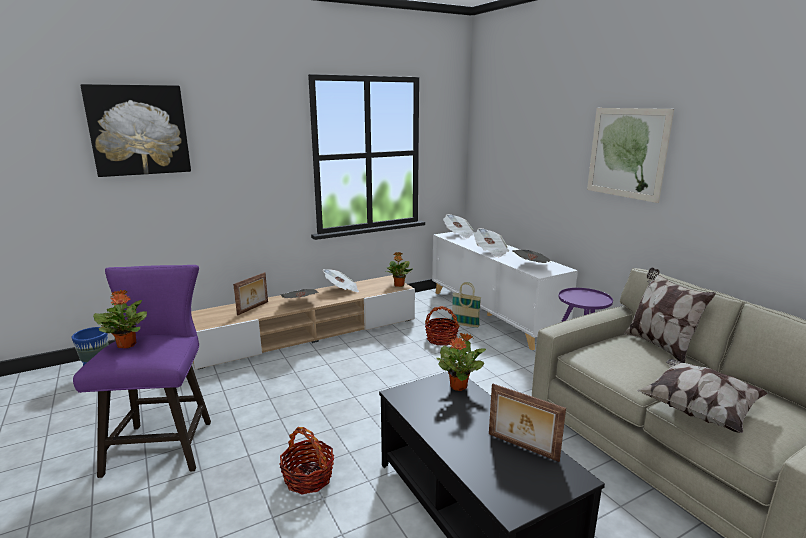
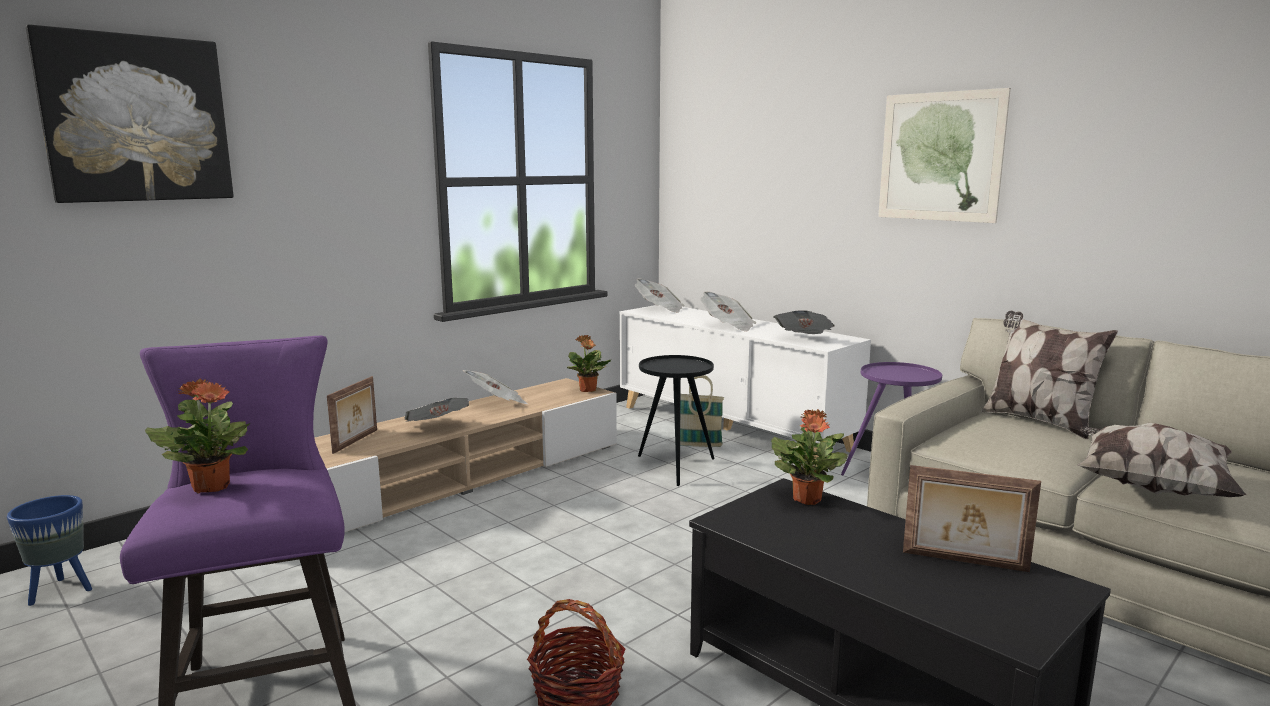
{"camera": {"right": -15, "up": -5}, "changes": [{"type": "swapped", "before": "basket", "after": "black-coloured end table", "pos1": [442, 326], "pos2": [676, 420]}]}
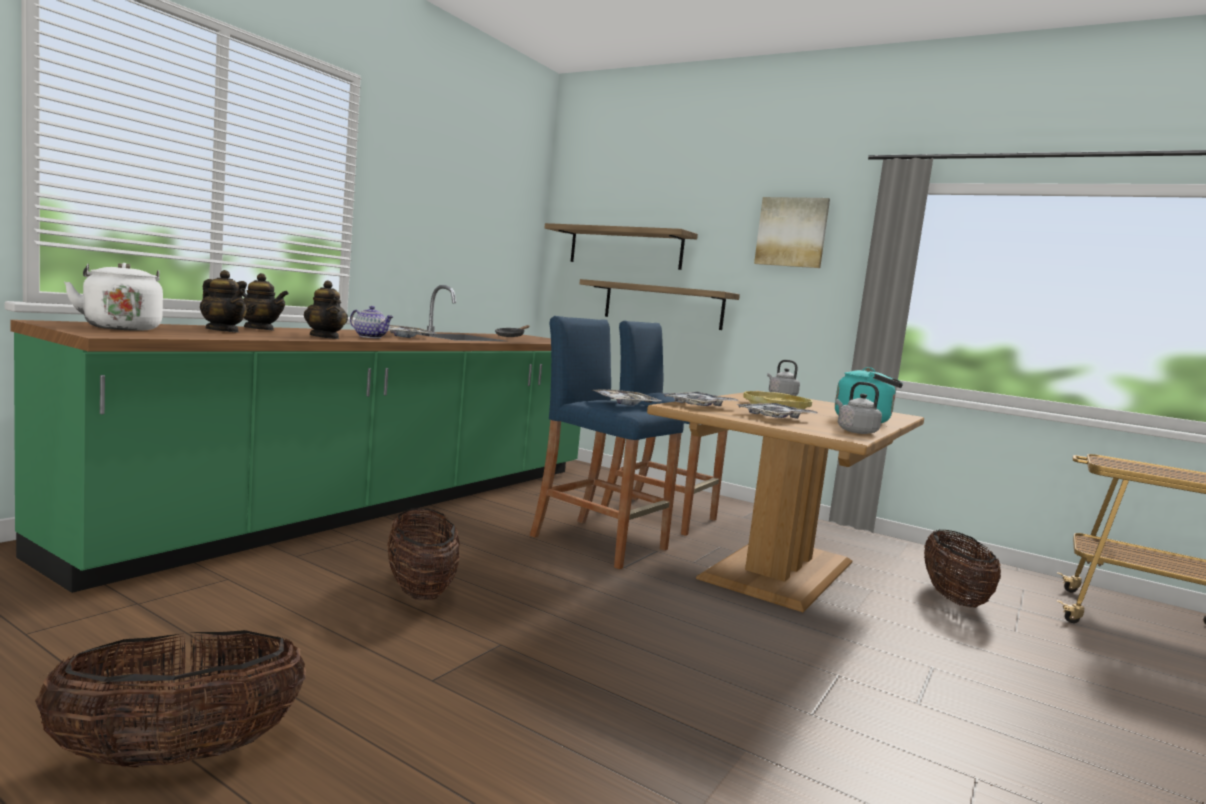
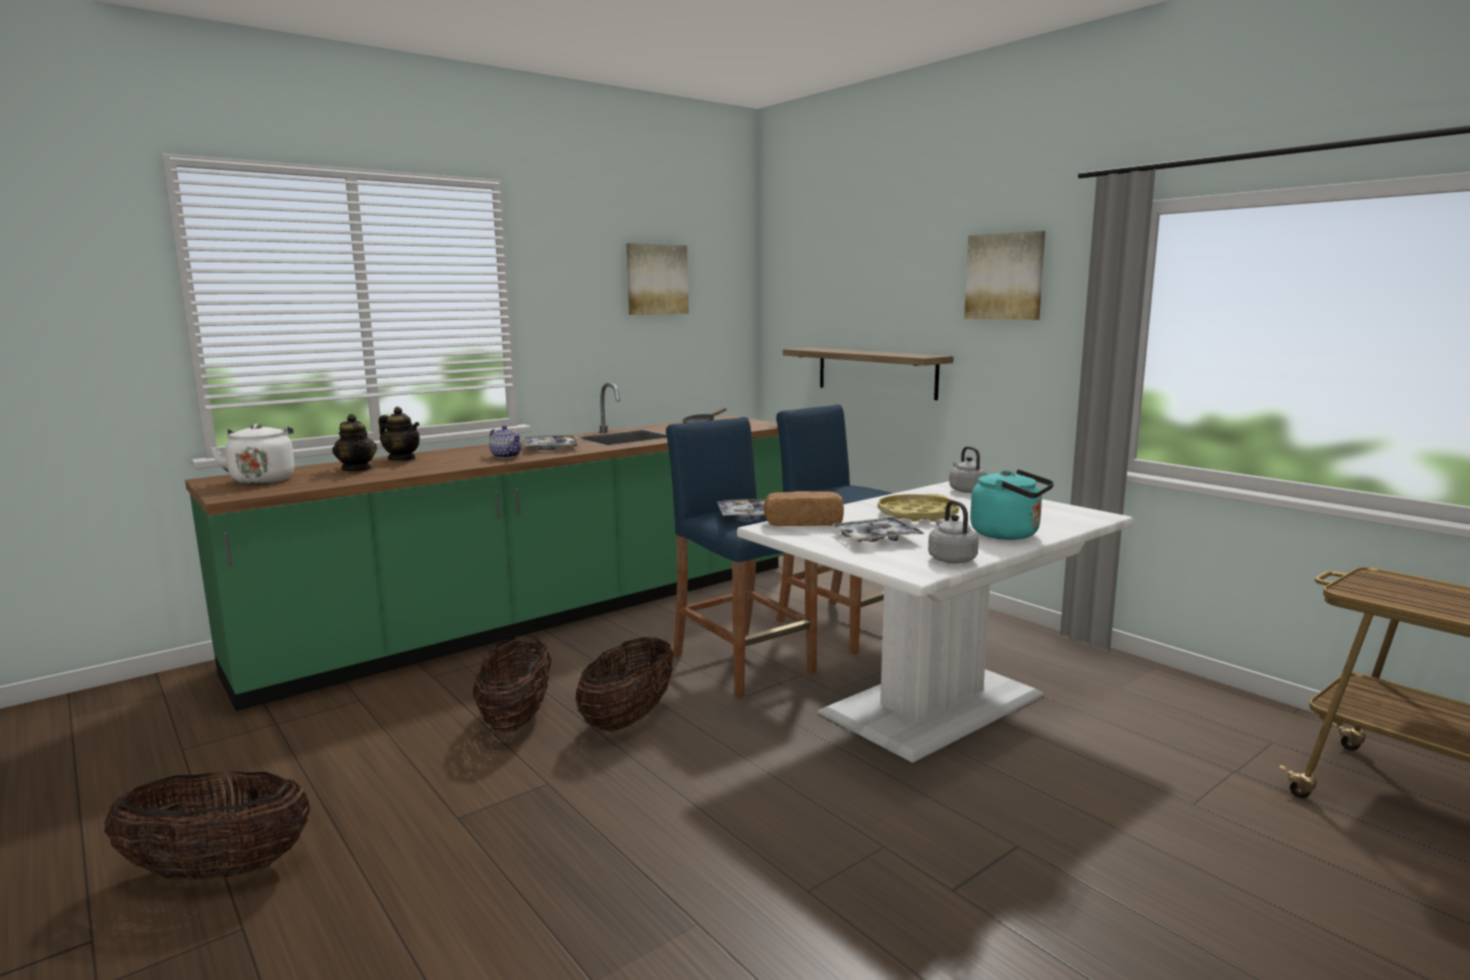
{"camera": {"right": 20, "up": 5}, "changes": [{"type": "gone", "before": "pot for tea", "pos1": [326, 309]}, {"type": "gone", "before": "shelf", "pos1": [621, 246]}, {"type": "repainted", "before": "brown-coloured dining table", "after": "white dining table", "pos1": [785, 501], "pos2": [935, 622]}, {"type": "swapped", "before": "carrying tray", "after": "bakery bread", "pos1": [701, 399], "pos2": [804, 508]}, {"type": "shifted", "before": "basket", "pos1": [962, 569], "pos2": [624, 684]}, {"type": "new", "after": "wall picture", "pos2": [657, 279]}]}
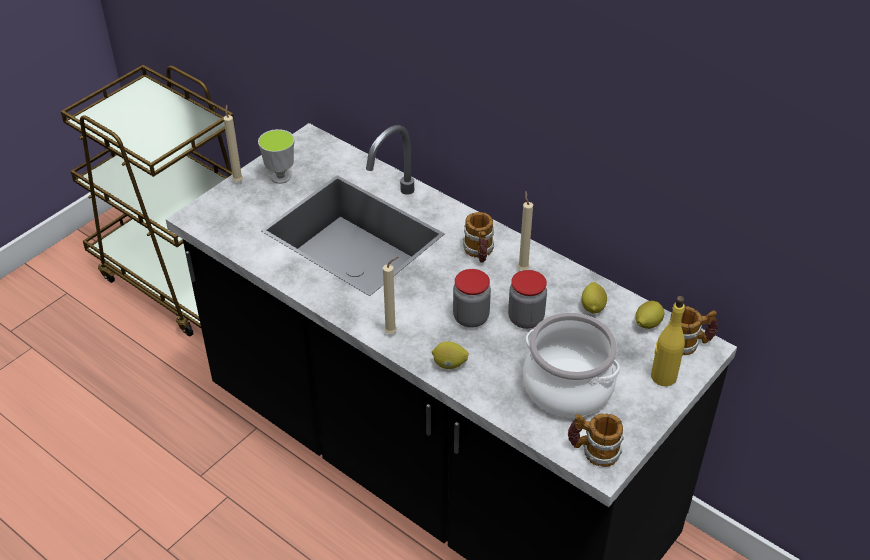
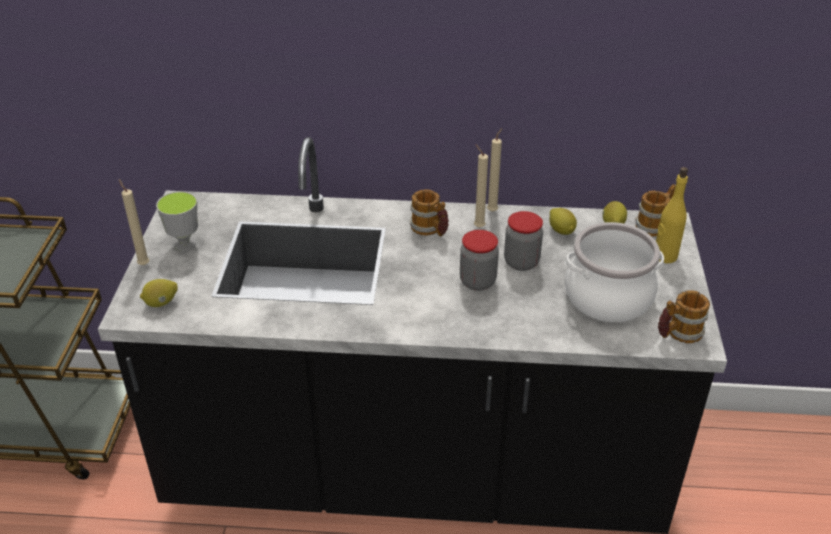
{"camera": {"right": -35, "up": -5}, "changes": [{"type": "shifted", "before": "beige wax candle", "pos1": [390, 295], "pos2": [494, 170]}, {"type": "shifted", "before": "lemon", "pos1": [450, 355], "pos2": [159, 293]}]}
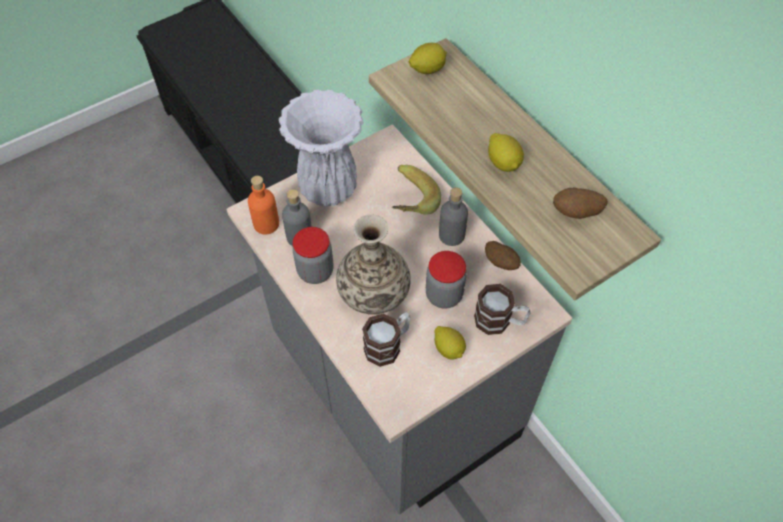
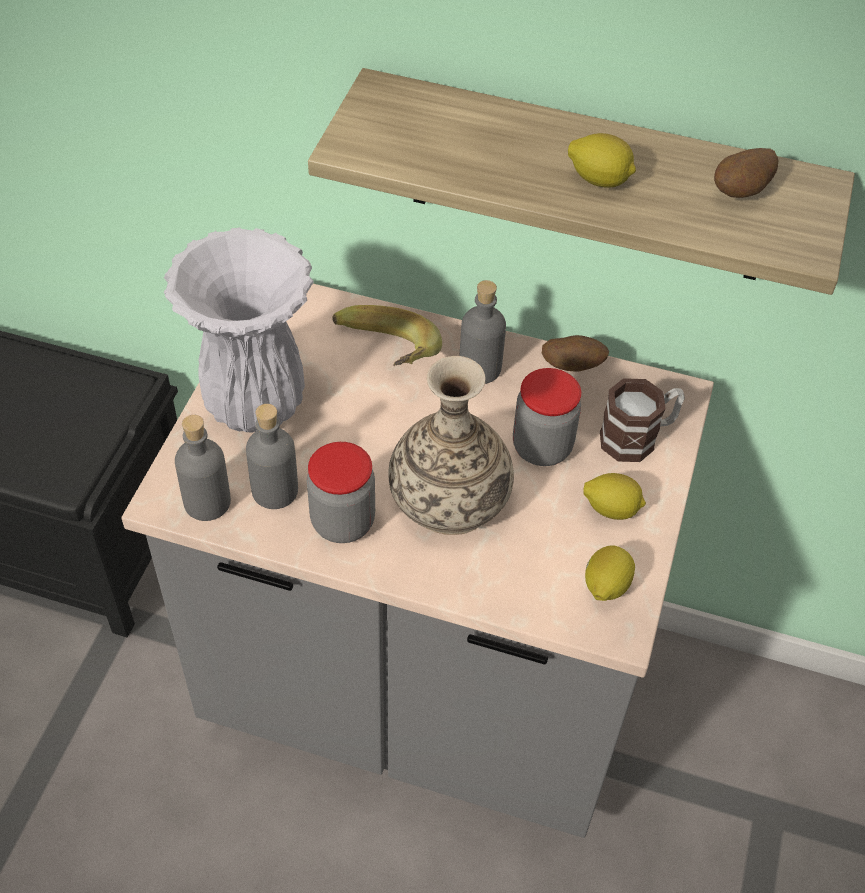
{"camera": {"right": -40, "up": -5}, "changes": [{"type": "repainted", "before": "orangey beverage bottle", "after": "gray beverage bottle", "pos1": [263, 205], "pos2": [203, 468]}, {"type": "gone", "before": "mug", "pos1": [386, 339]}, {"type": "shifted", "before": "lemon", "pos1": [428, 58], "pos2": [610, 573]}]}
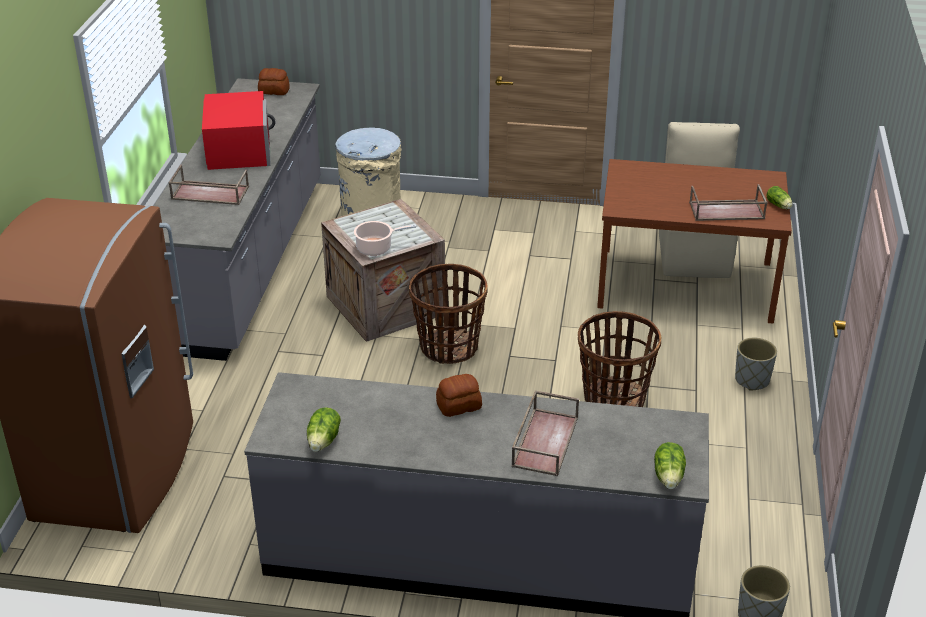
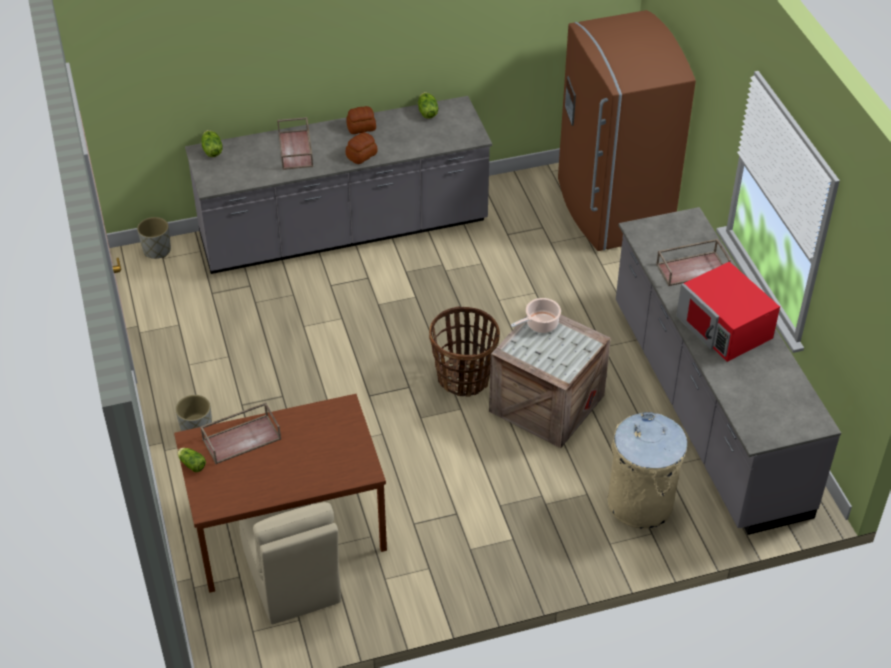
{"camera": {"right": 155, "up": 10}, "changes": [{"type": "shifted", "before": "bakery bread", "pos1": [274, 81], "pos2": [361, 120]}, {"type": "gone", "before": "basket", "pos1": [619, 359]}]}
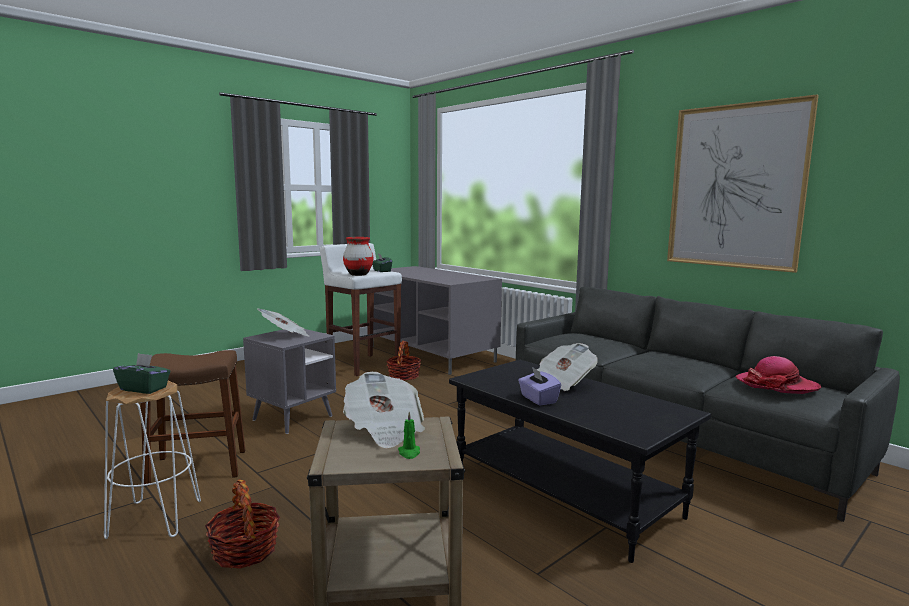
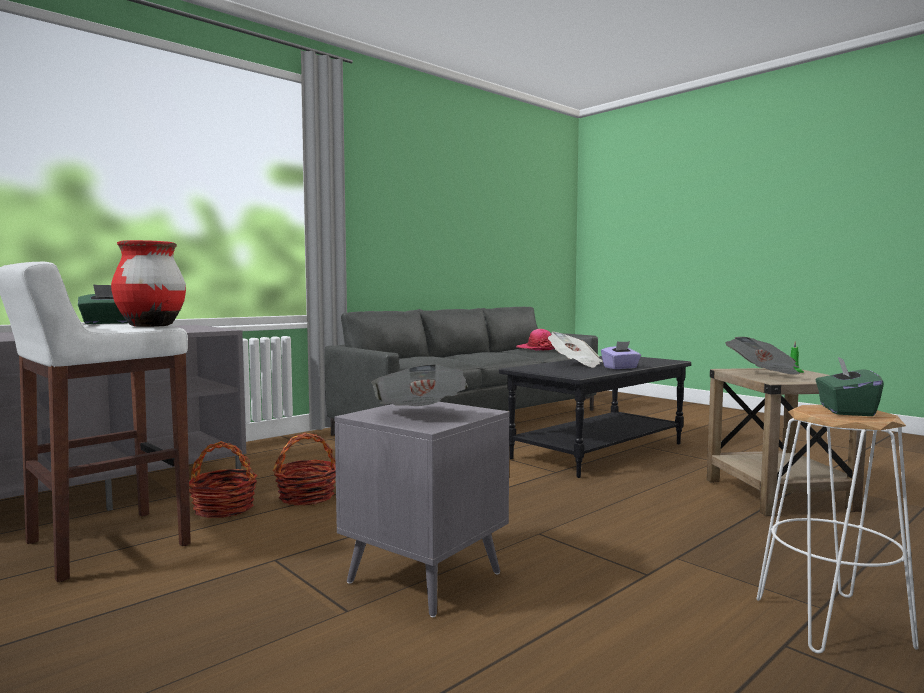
{"camera": {"right": -90, "up": -5}, "changes": [{"type": "gone", "before": "brown-coloured stool seat", "pos1": [193, 418]}, {"type": "shifted", "before": "basket", "pos1": [242, 523], "pos2": [304, 469]}, {"type": "gone", "before": "wall picture", "pos1": [743, 184]}]}
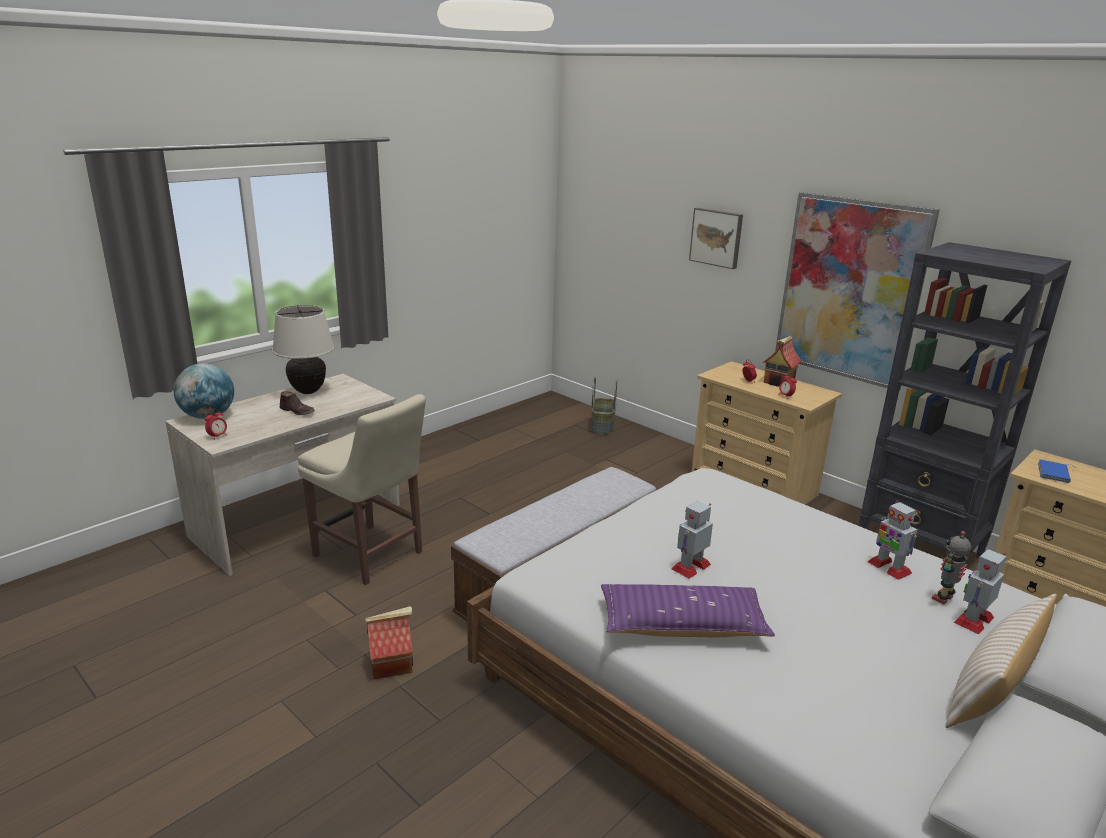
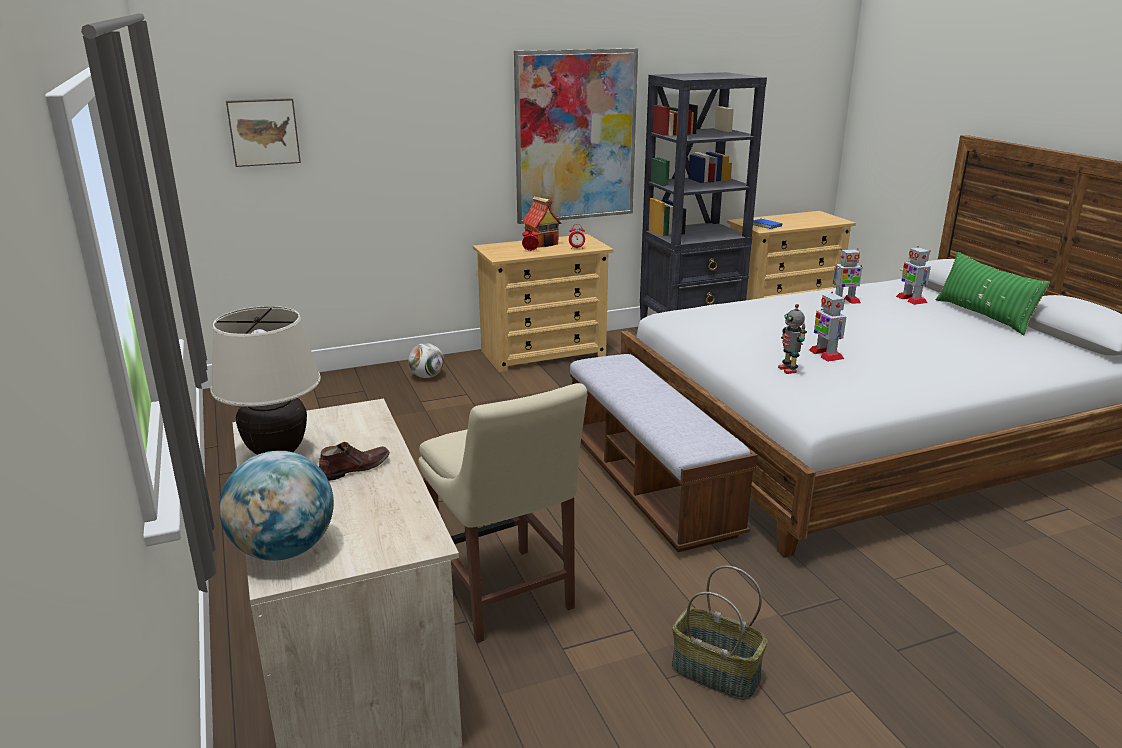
{"camera": {"right": -65, "up": 0}, "changes": [{"type": "gone", "before": "bedside clock", "pos1": [216, 424]}, {"type": "rotated", "before": "beige plain chair", "pos1": [362, 489], "pos2": [502, 513], "turn": 90}, {"type": "gone", "before": "toy house", "pos1": [388, 642]}, {"type": "shifted", "before": "basket", "pos1": [604, 406], "pos2": [720, 633]}, {"type": "gone", "before": "purple cushion", "pos1": [688, 610]}, {"type": "shifted", "before": "wall picture", "pos1": [716, 238], "pos2": [263, 132]}, {"type": "shifted", "before": "toy robot", "pos1": [951, 567], "pos2": [792, 339]}, {"type": "repainted", "before": "beige cushion", "after": "greenish cushion", "pos1": [1001, 661], "pos2": [993, 293]}, {"type": "new", "after": "ball for football", "pos2": [426, 360]}]}
